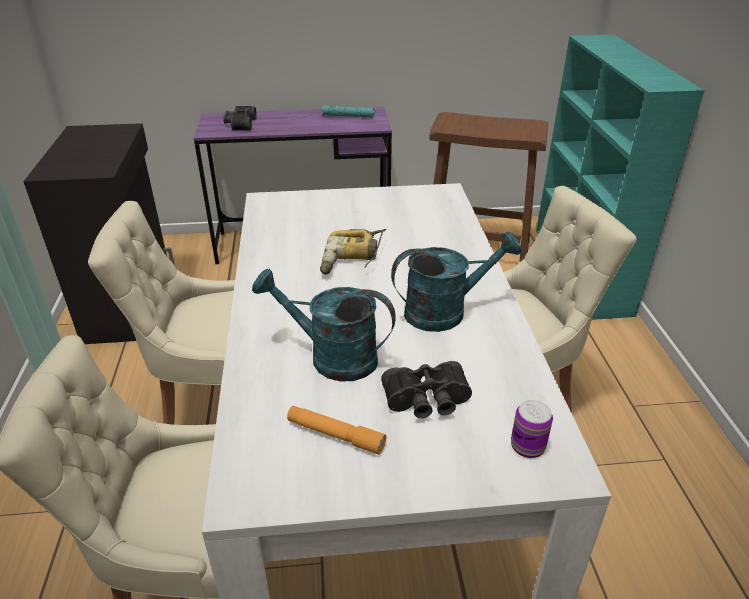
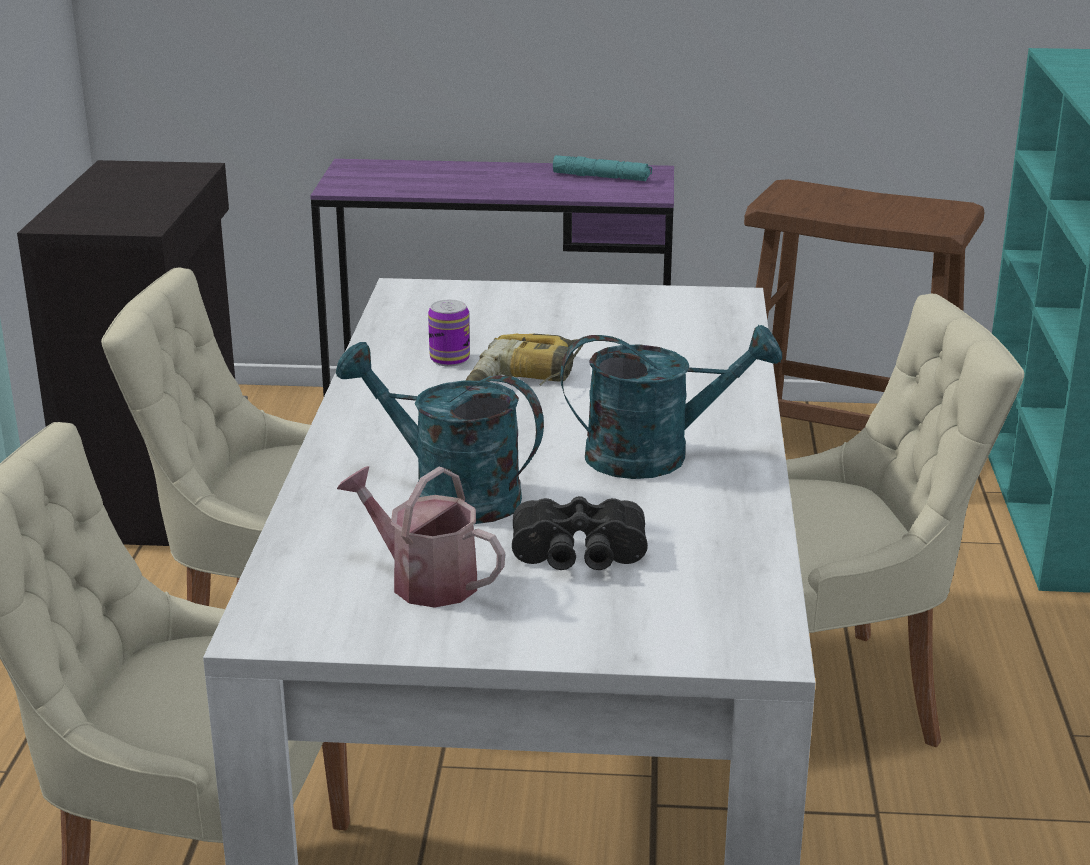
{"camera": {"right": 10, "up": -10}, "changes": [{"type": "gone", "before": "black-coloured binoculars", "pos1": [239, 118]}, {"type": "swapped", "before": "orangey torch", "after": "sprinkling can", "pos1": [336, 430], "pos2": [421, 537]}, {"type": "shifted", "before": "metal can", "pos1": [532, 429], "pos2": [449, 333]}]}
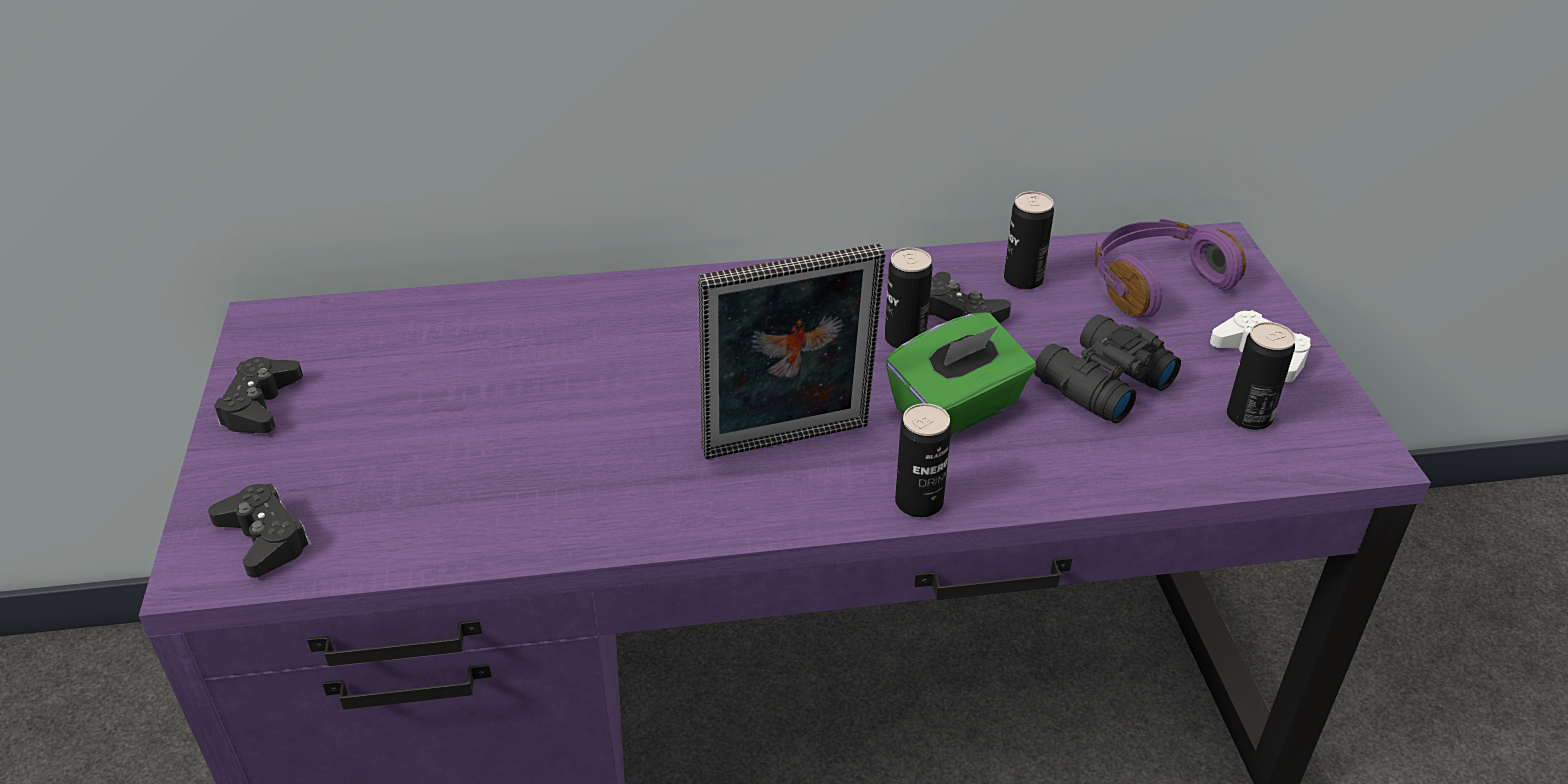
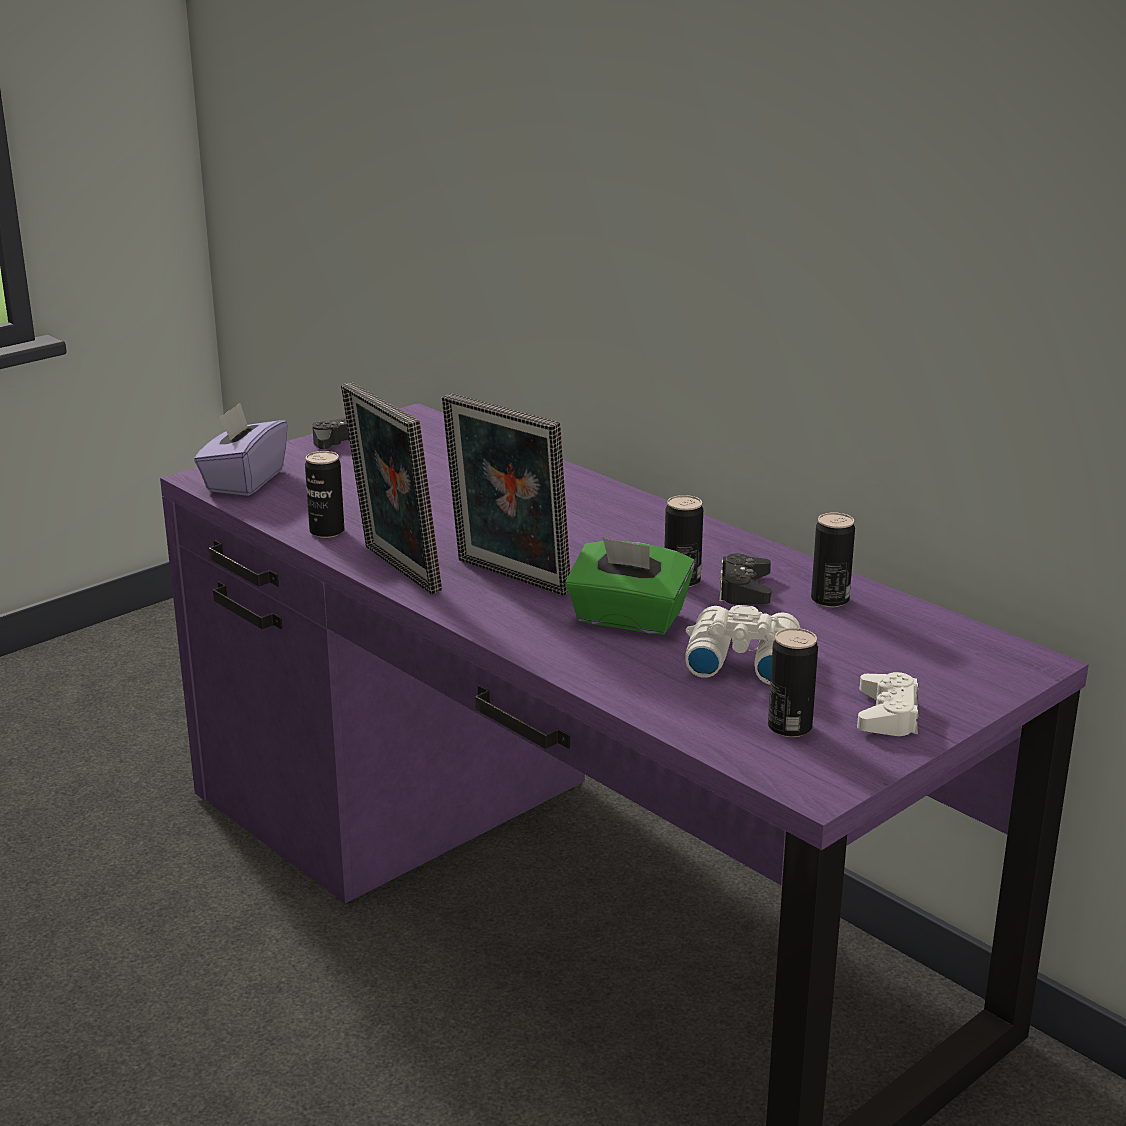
{"camera": {"right": 55, "up": -15}, "changes": [{"type": "swapped", "before": "black-coloured game controller", "after": "purple tissue holder", "pos1": [260, 530], "pos2": [241, 449]}, {"type": "shifted", "before": "metal can", "pos1": [923, 460], "pos2": [324, 494]}, {"type": "repainted", "before": "black-coloured binoculars", "after": "white binoculars", "pos1": [1107, 368], "pos2": [742, 645]}, {"type": "gone", "before": "purple headphones", "pos1": [1170, 268]}, {"type": "new", "after": "photo frame", "pos2": [391, 488]}]}
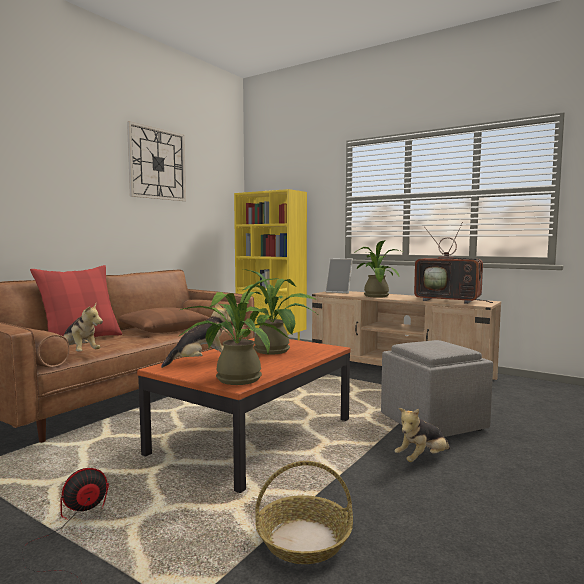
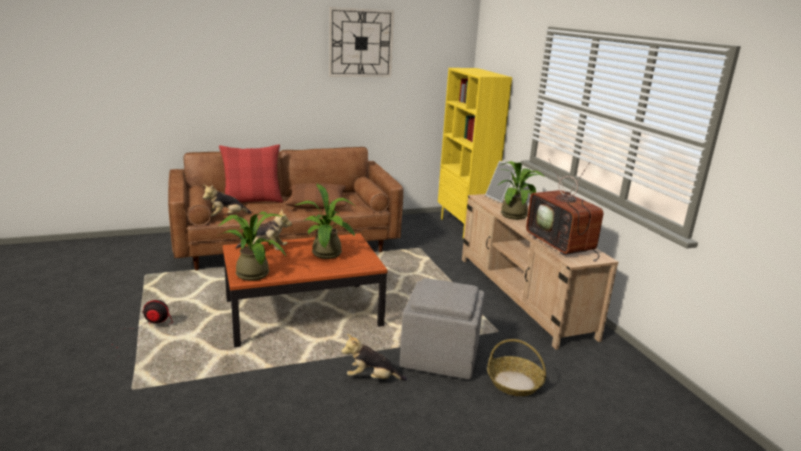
{"camera": {"right": 35, "up": 15}, "changes": [{"type": "rotated", "before": "soft toy", "pos1": [83, 327], "pos2": [227, 201], "turn": 75}, {"type": "shifted", "before": "basket", "pos1": [304, 512], "pos2": [516, 367]}]}
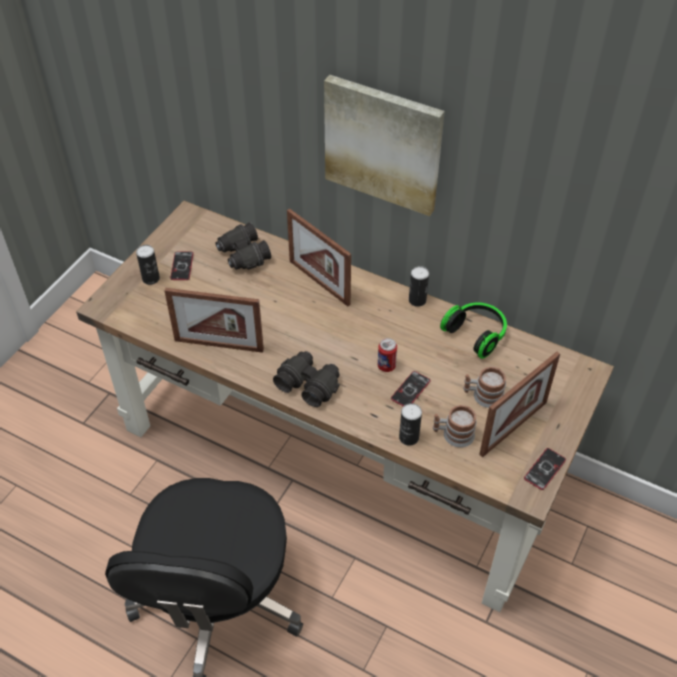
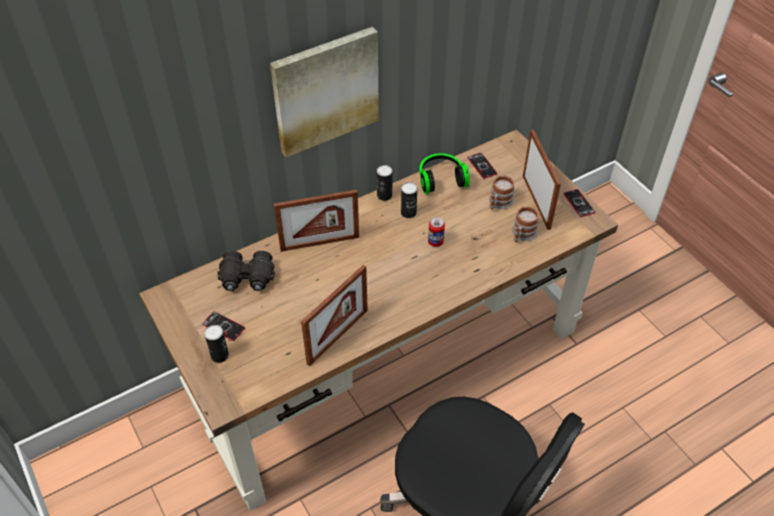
{"camera": {"right": -60, "up": 0}, "changes": [{"type": "gone", "before": "black-coloured binoculars", "pos1": [306, 379]}, {"type": "shifted", "before": "phone", "pos1": [411, 388], "pos2": [482, 166]}, {"type": "shifted", "before": "metal can", "pos1": [410, 424], "pos2": [409, 200]}]}
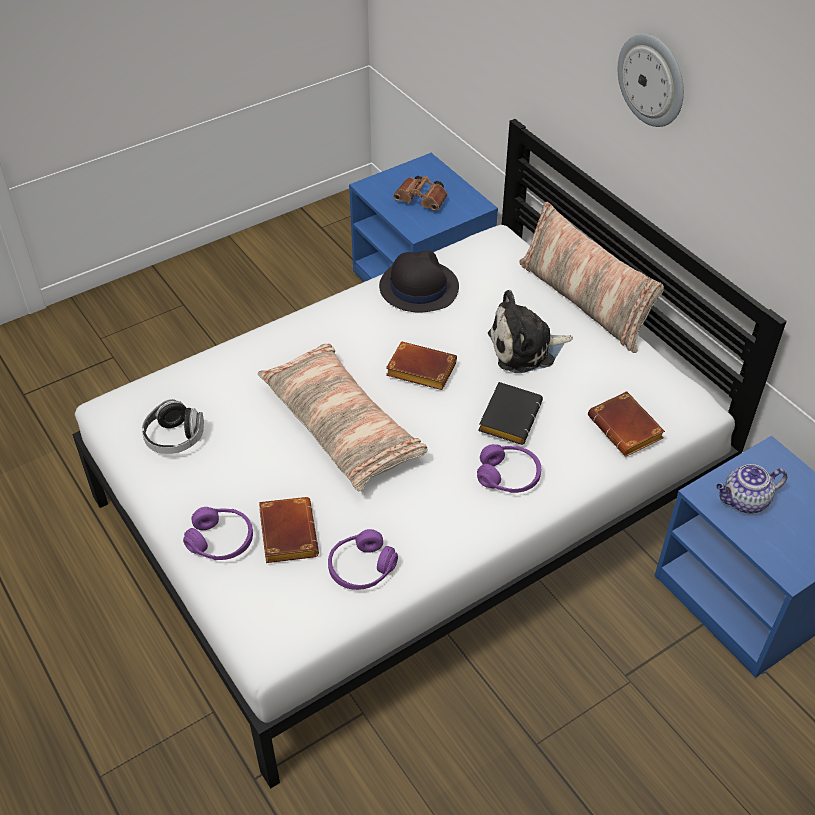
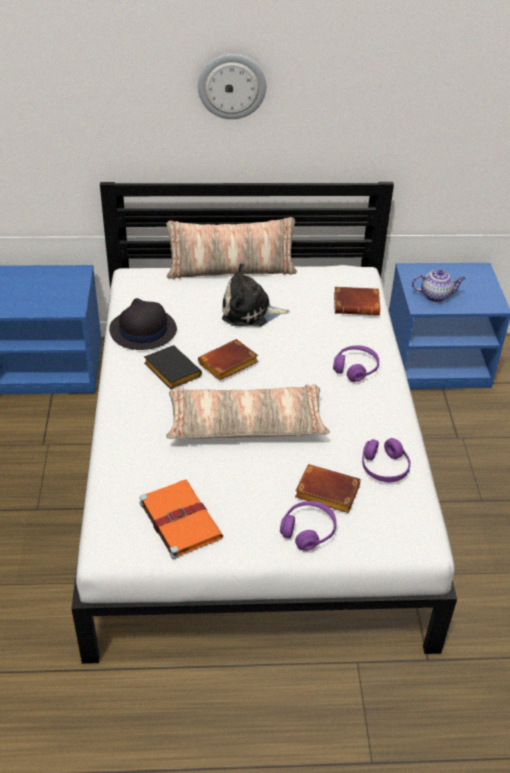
{"camera": {"right": -60, "up": -5}, "changes": [{"type": "swapped", "before": "headphones", "after": "orangey book", "pos1": [173, 426], "pos2": [181, 519]}, {"type": "gone", "before": "brown-coloured binoculars", "pos1": [420, 193]}, {"type": "shifted", "before": "black-coloured book", "pos1": [510, 413], "pos2": [173, 367]}, {"type": "rotated", "before": "soft toy", "pos1": [530, 331], "pos2": [256, 295], "turn": 75}, {"type": "rotated", "before": "pot for tea", "pos1": [751, 488], "pos2": [439, 285], "turn": -105}]}
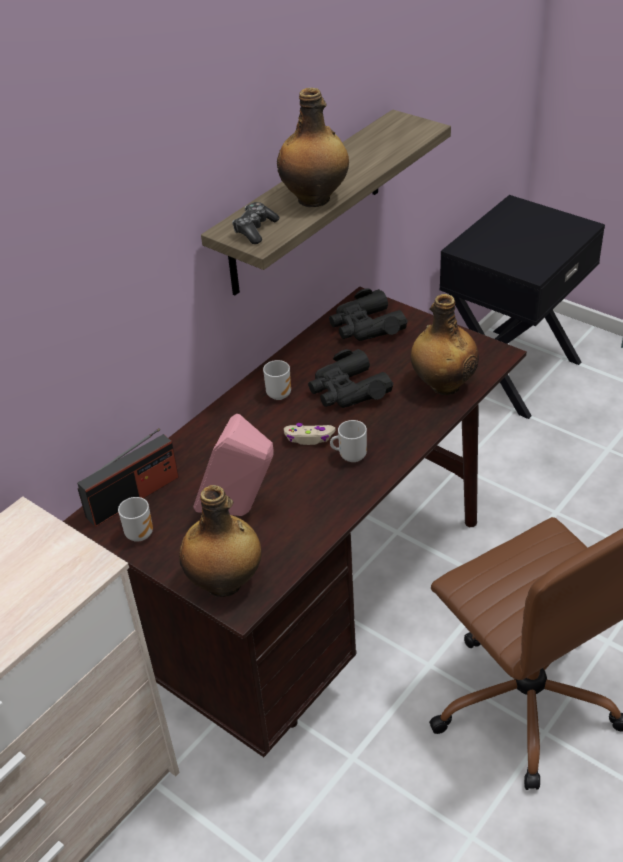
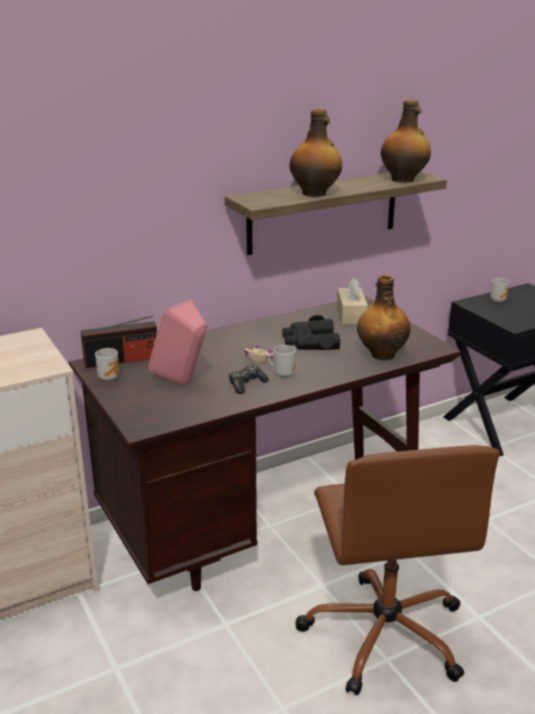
{"camera": {"right": 20, "up": -15}, "changes": [{"type": "shifted", "before": "beverage bottle", "pos1": [220, 541], "pos2": [406, 141]}, {"type": "shifted", "before": "game controller", "pos1": [256, 223], "pos2": [249, 379]}, {"type": "shifted", "before": "mug", "pos1": [277, 380], "pos2": [499, 290]}, {"type": "swapped", "before": "black-coloured binoculars", "after": "beige tissue holder", "pos1": [368, 314], "pos2": [352, 301]}]}
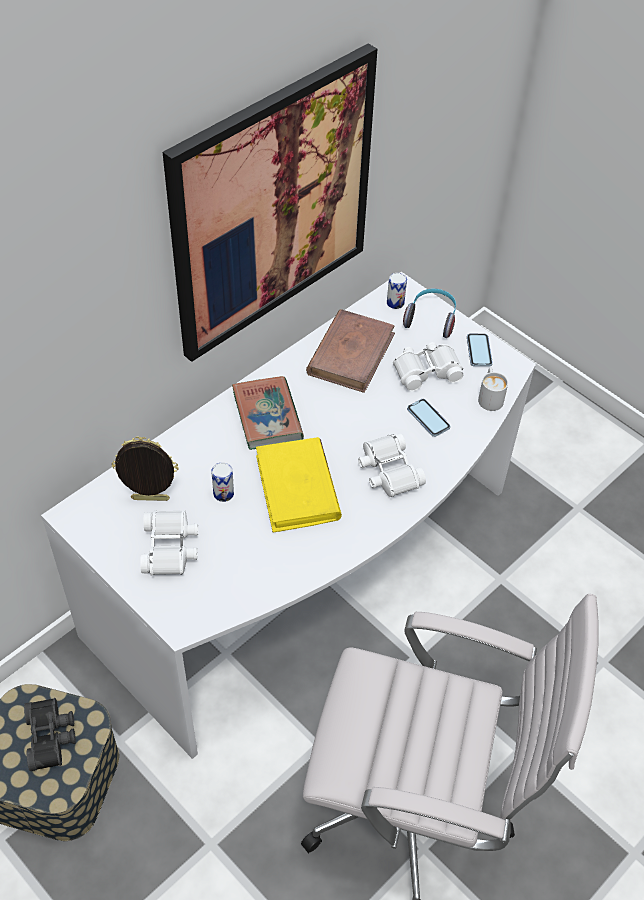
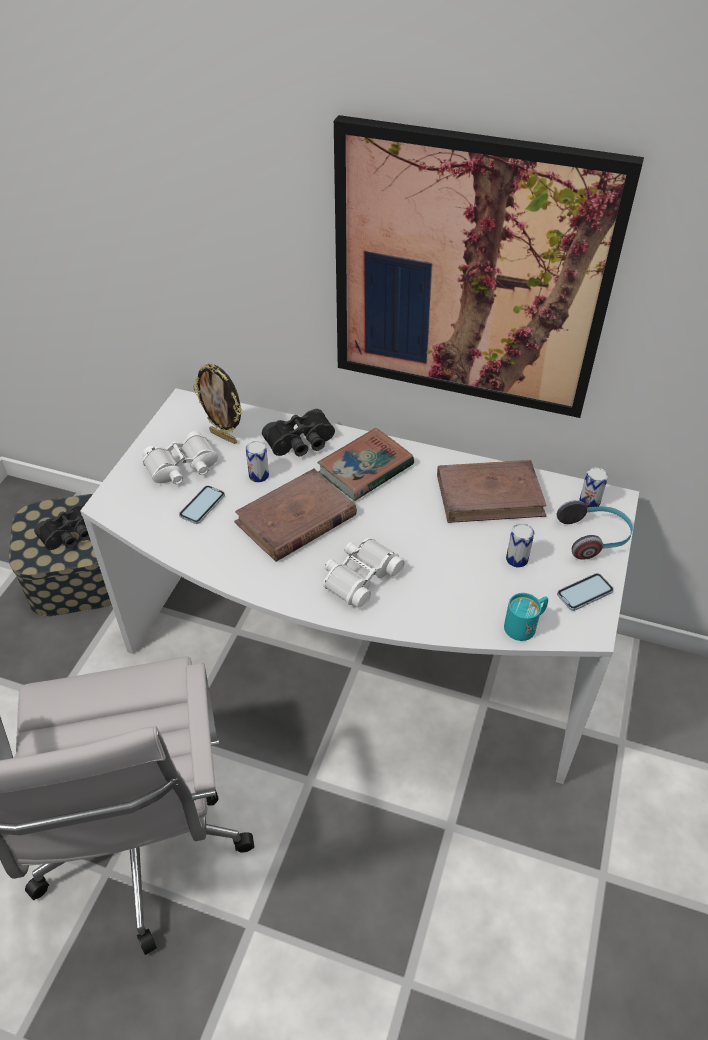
{"camera": {"right": 65, "up": -5}, "changes": [{"type": "rotated", "before": "photo frame", "pos1": [145, 469], "pos2": [217, 403], "turn": 150}, {"type": "repainted", "before": "yellowish book", "after": "brown-coloured book", "pos1": [299, 484], "pos2": [295, 515]}, {"type": "swapped", "before": "white binoculars", "after": "metal can", "pos1": [428, 366], "pos2": [520, 545]}, {"type": "shifted", "before": "phone", "pos1": [428, 418], "pos2": [202, 504]}, {"type": "repainted", "before": "white mug", "after": "turquoise mug", "pos1": [493, 389], "pos2": [526, 617]}, {"type": "new", "after": "black-coloured binoculars", "pos2": [298, 432]}]}
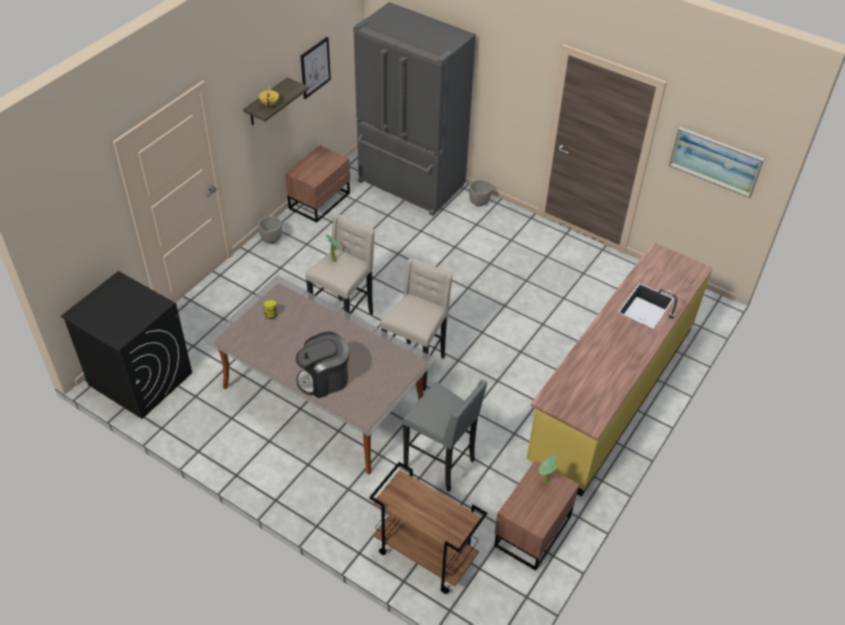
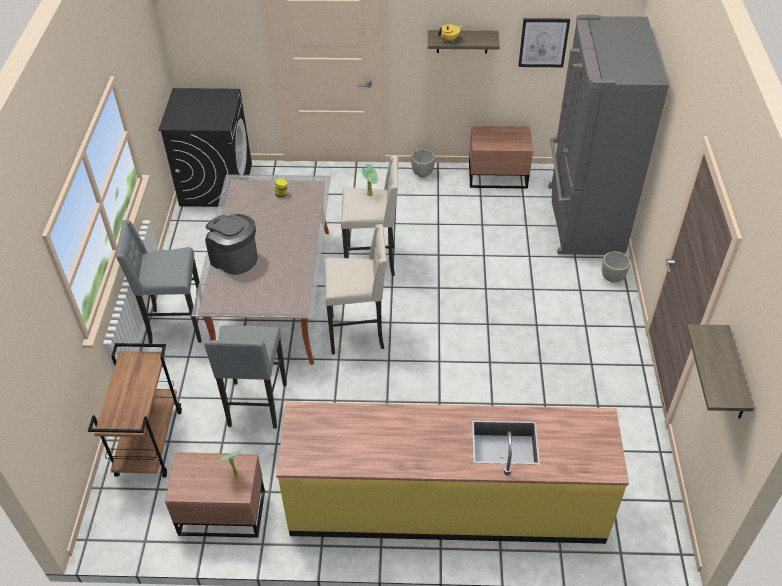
{"camera": {"right": 60, "up": 0}, "changes": [{"type": "swapped", "before": "wall picture", "after": "shelf", "pos1": [716, 162], "pos2": [720, 371]}, {"type": "new", "after": "gray stool seat", "pos2": [159, 282]}]}
